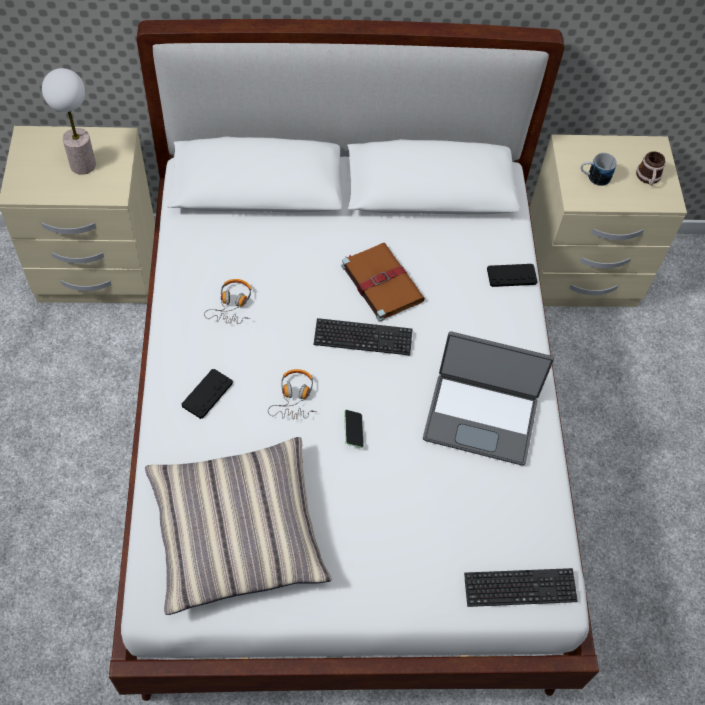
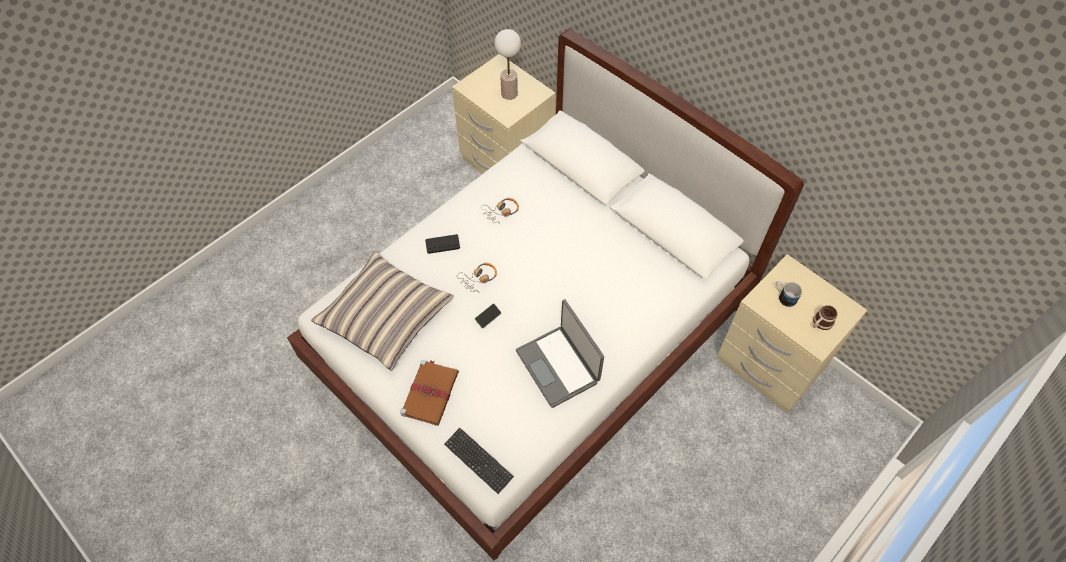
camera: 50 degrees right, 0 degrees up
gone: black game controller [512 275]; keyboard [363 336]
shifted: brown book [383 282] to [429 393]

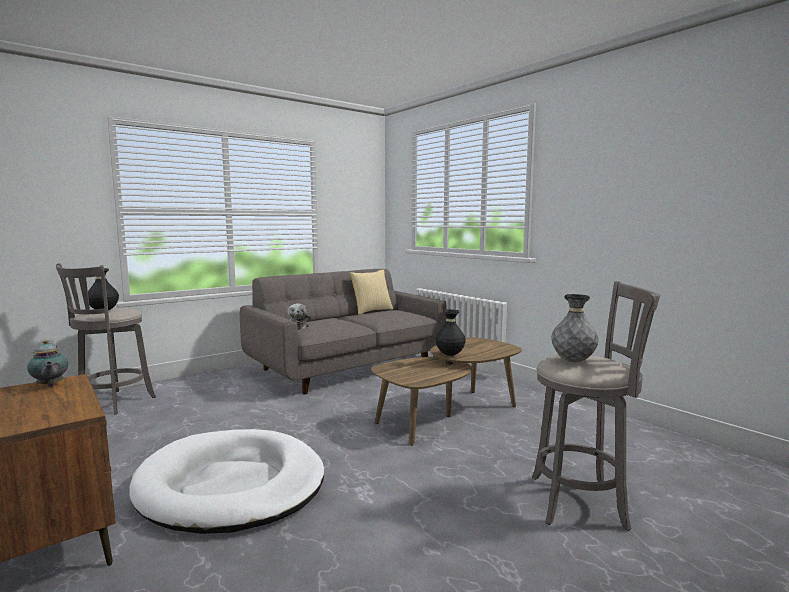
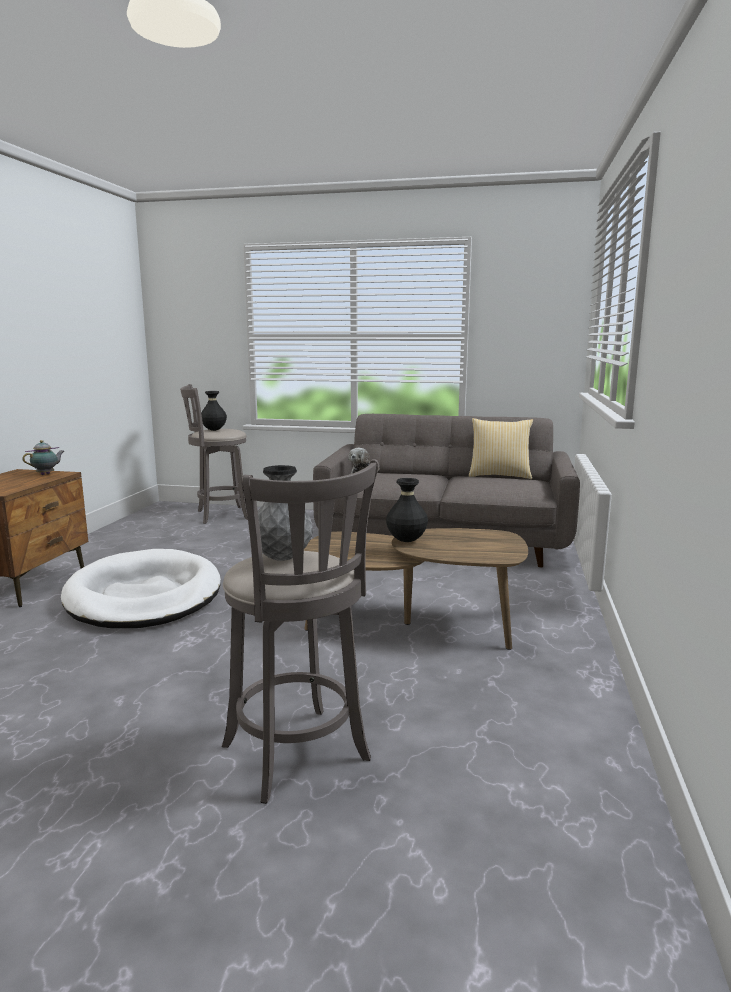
camera: 50 degrees right, 5 degrees up
rotated: teapot [47 363] = [43 457] 150 degrees counterclockwise

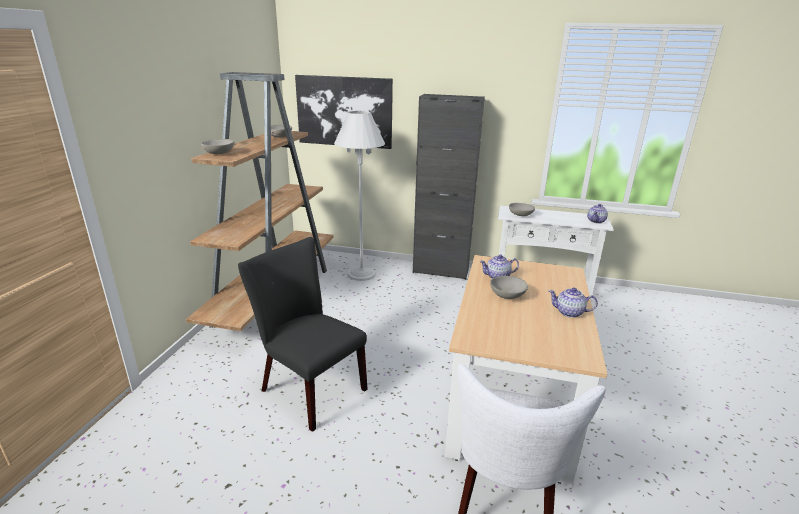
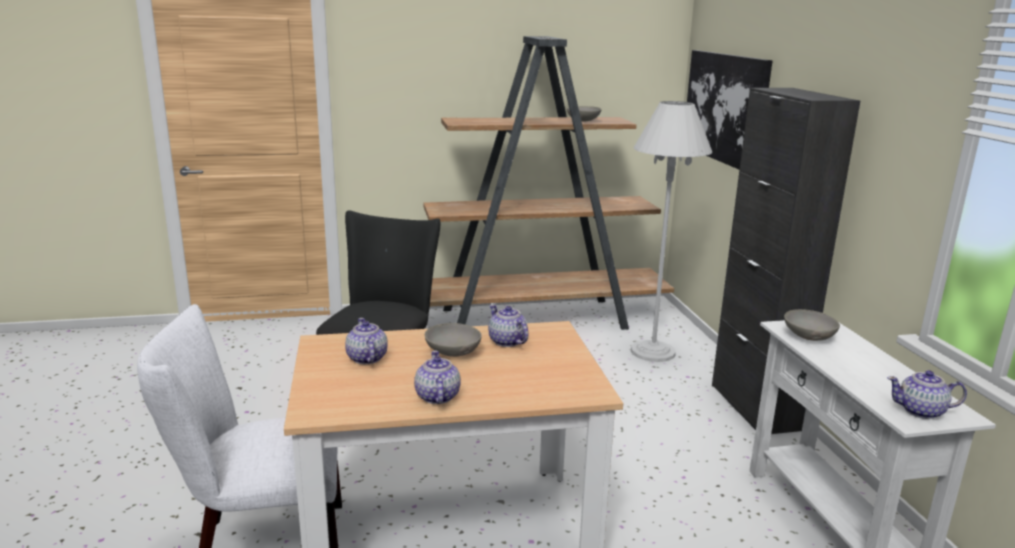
camera: 65 degrees right, 5 degrees down
gone: grey bowl [217 146]
new: teapot [366 341]

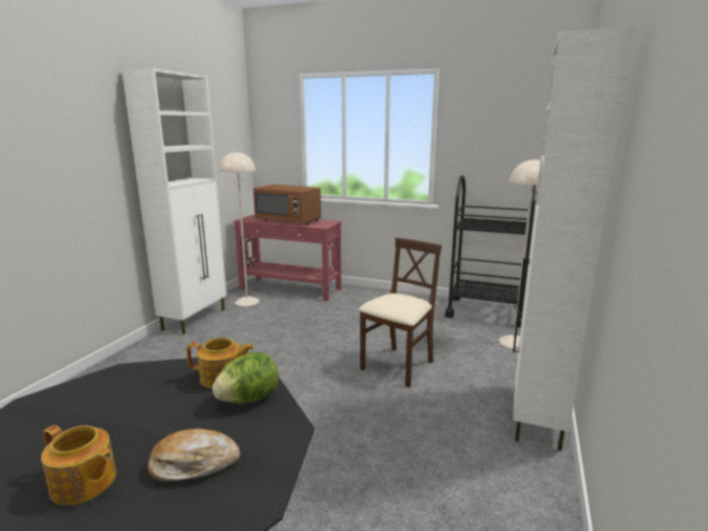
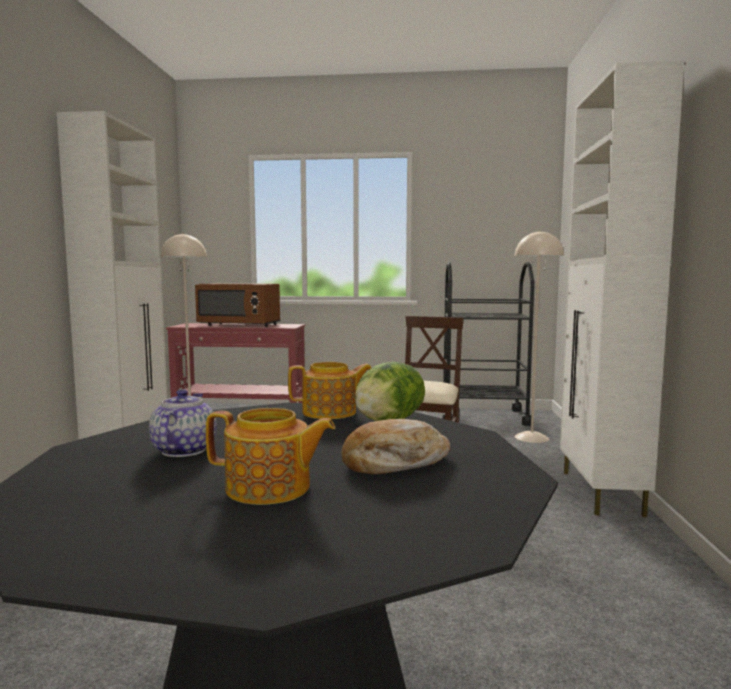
camera: 15 degrees left, 10 degrees down
new: teapot [183 423]

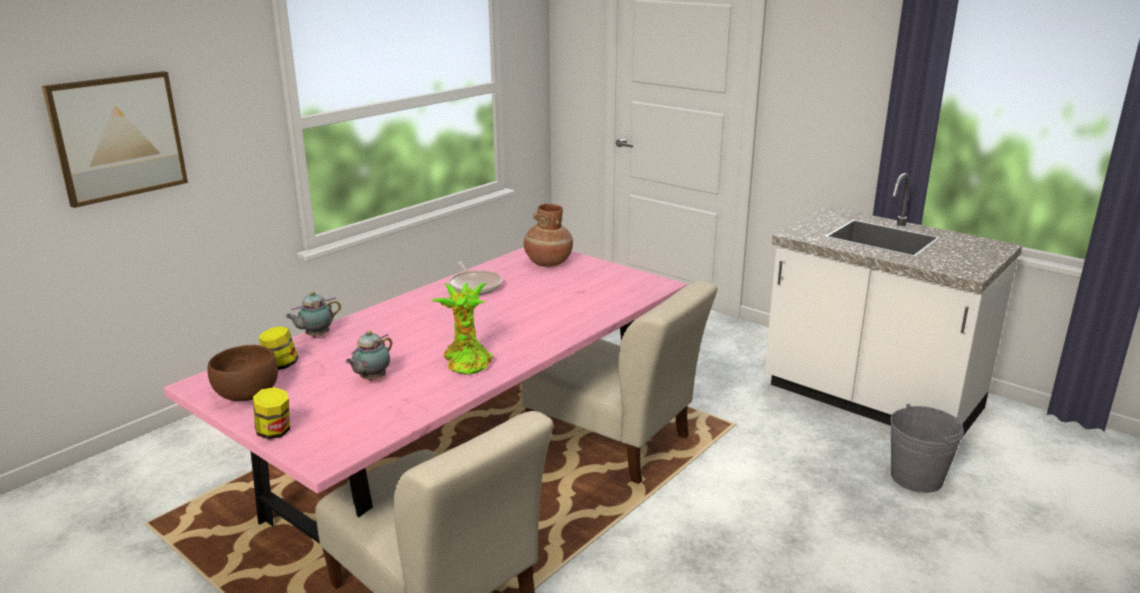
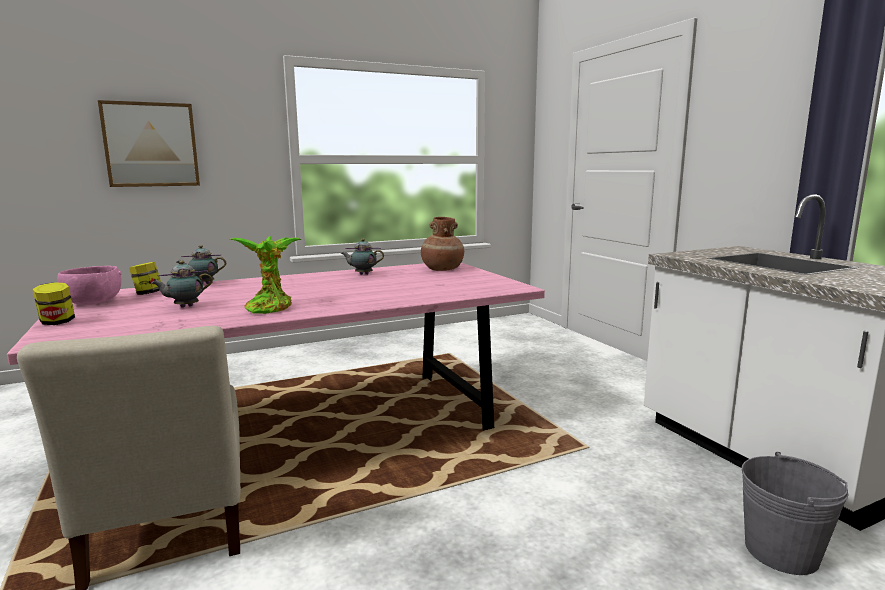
camera: 25 degrees right, 10 degrees down
gone: beige chair [619 382]
swapped: frying pan [475 278] to teapot [362 257]
repainted: brown bowl [242 373] to pink bowl [89 285]

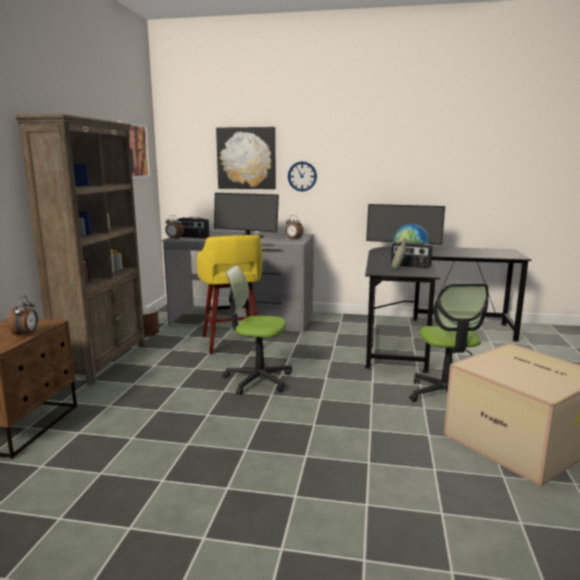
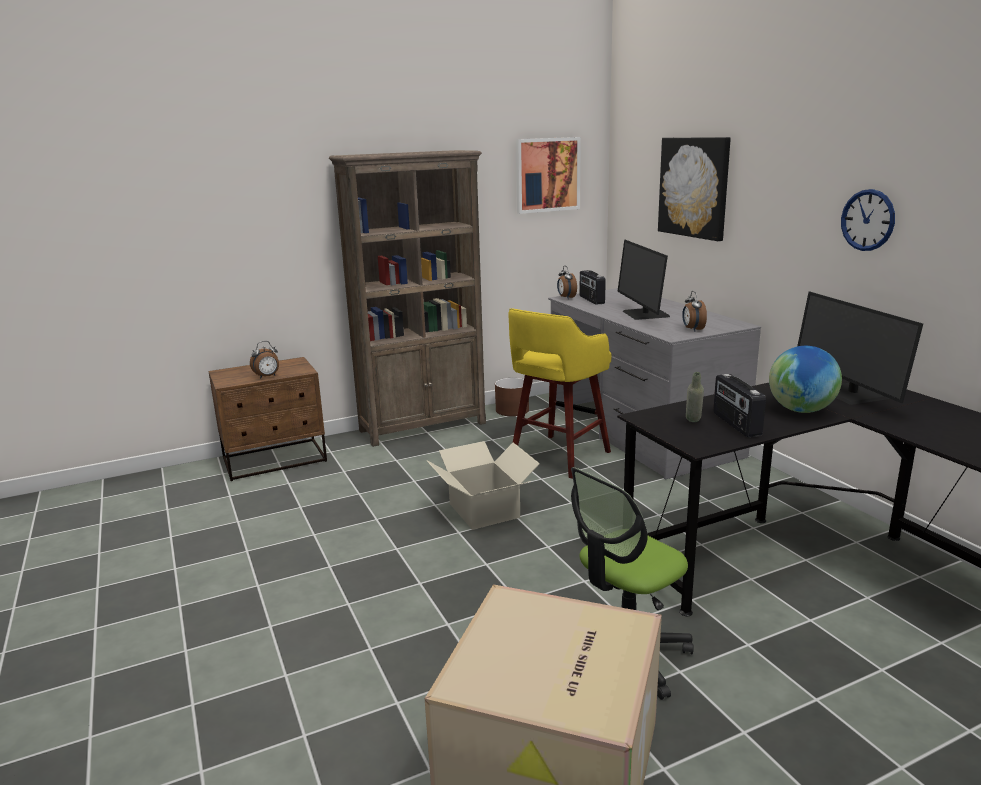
camera: 55 degrees right, 5 degrees up
shifted: wall clock [302 176] to [868 220]
swapped: office chair [257 330] to cardboard box [483 485]

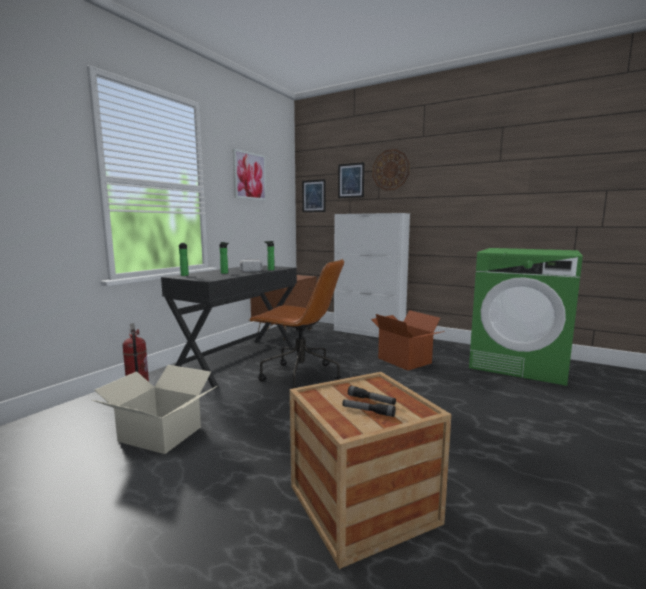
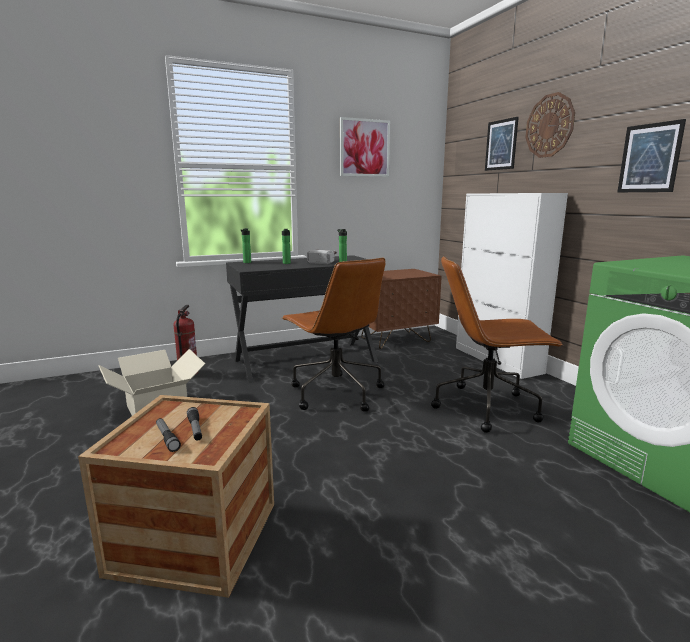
camera: 35 degrees right, 5 degrees up
shifted: picture [314 195] to [651 155]
swapped: cardboard box [408 340] to brown office chair [497 344]

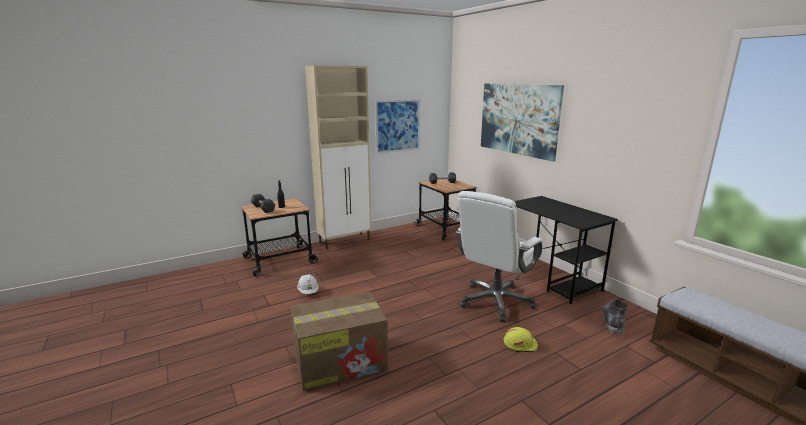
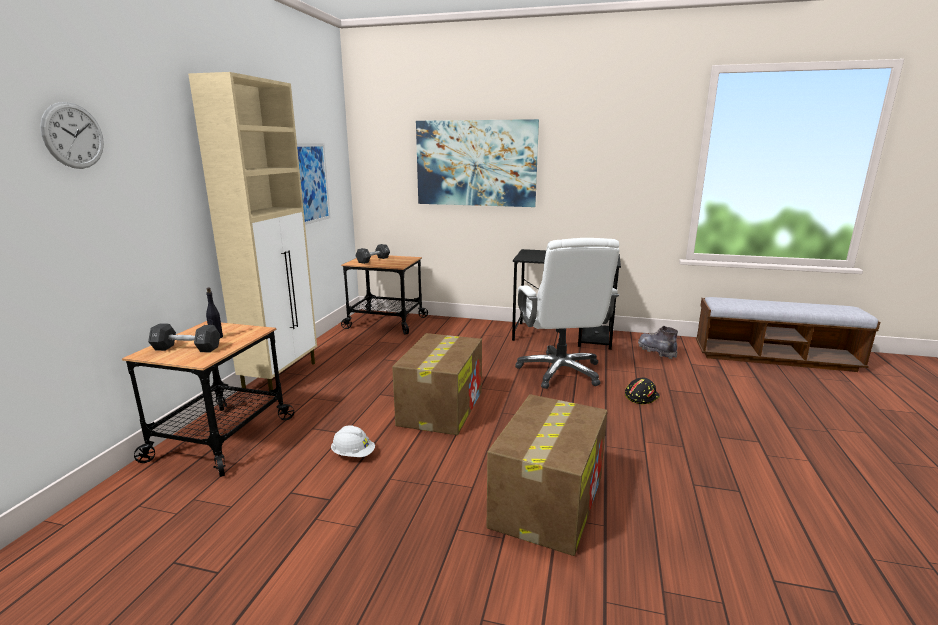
camera: 45 degrees left, 0 degrees up
new: wall clock [72 135]; cardboard box [437 384]
repainted: yellow hard hat [521 339] to black hard hat [642 390]

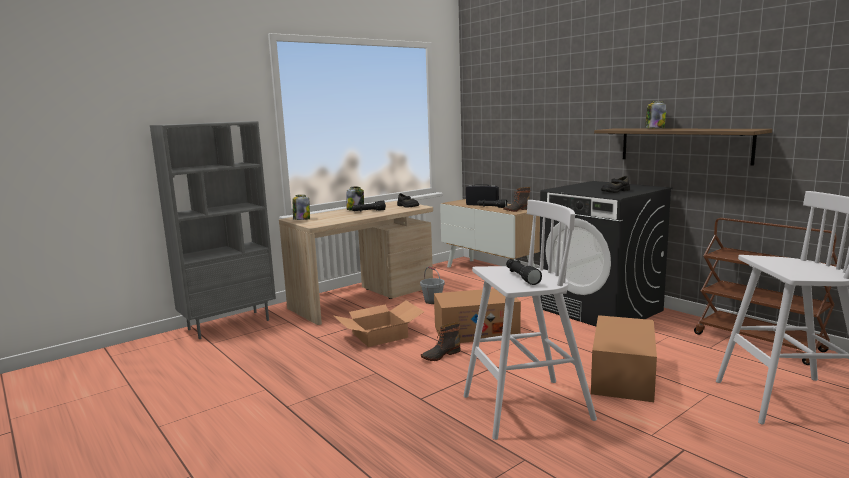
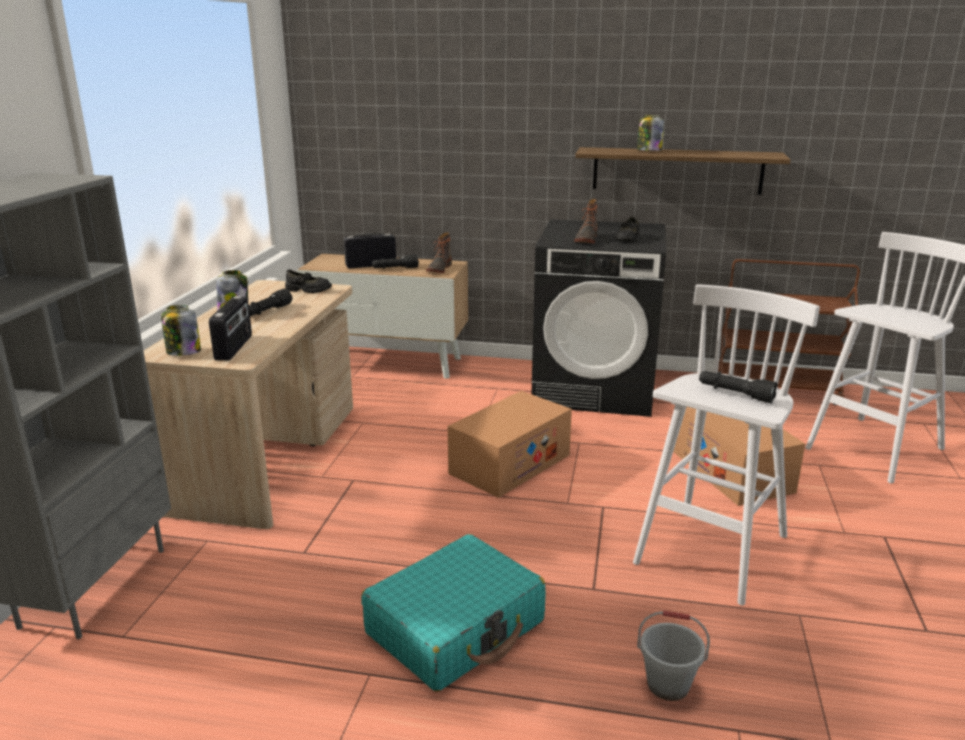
camera: 40 degrees left, 10 degrees up
gone: cardboard box [378 323]
new: radio [230 328]; turquoise suitcase [453 613]
shifted: grey bucket [432 285] to [673 655]; boot [440 341] to [585 221]

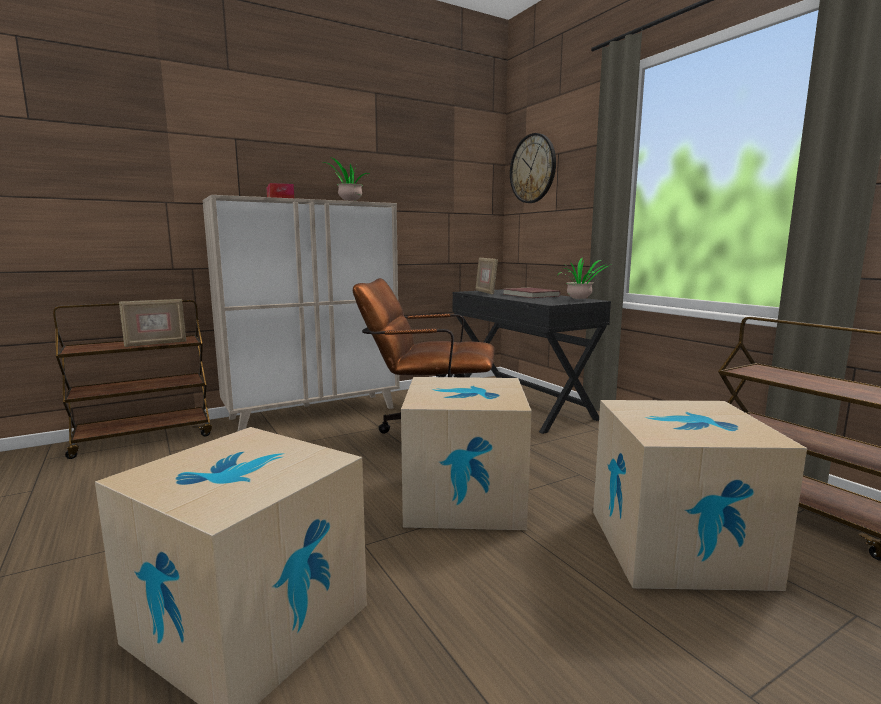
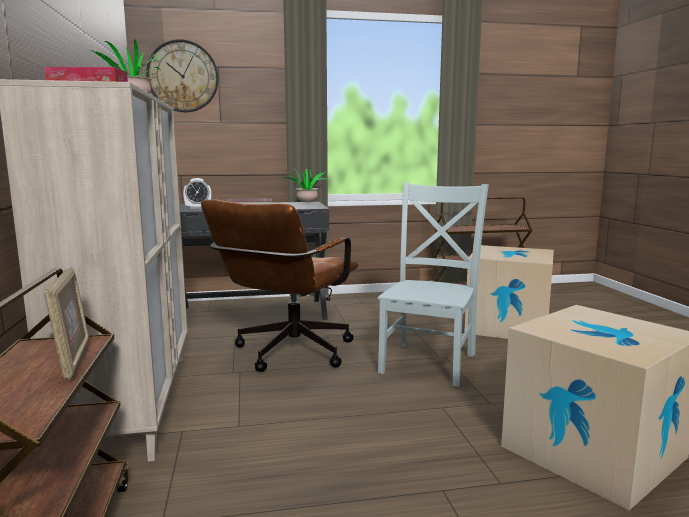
camera: 70 degrees left, 0 degrees up
swapped: picture frame [486 276] to alarm clock [197 193]; cardboard box [466 453] to grey chair [433 284]

